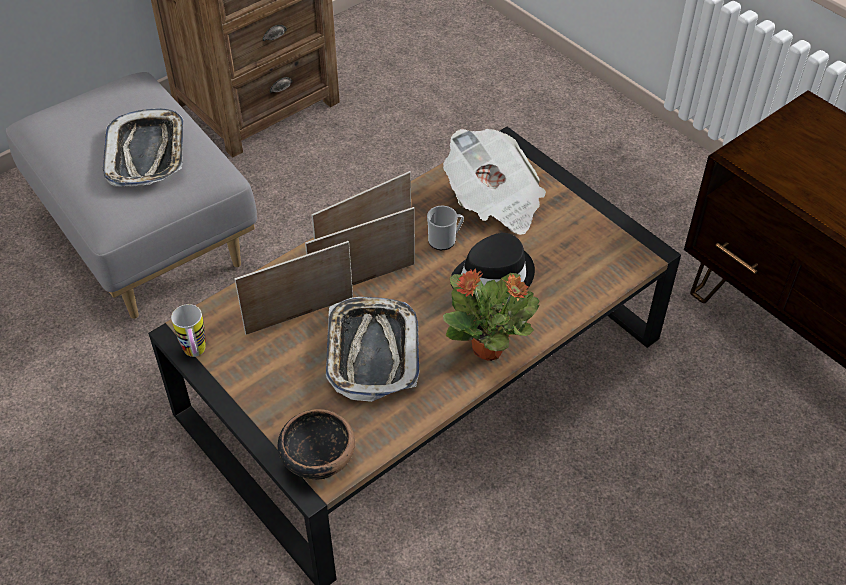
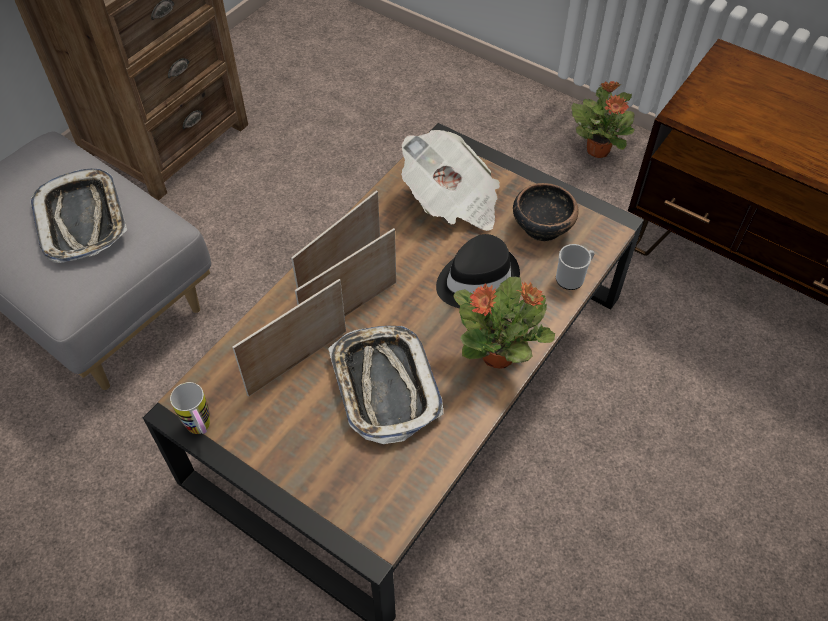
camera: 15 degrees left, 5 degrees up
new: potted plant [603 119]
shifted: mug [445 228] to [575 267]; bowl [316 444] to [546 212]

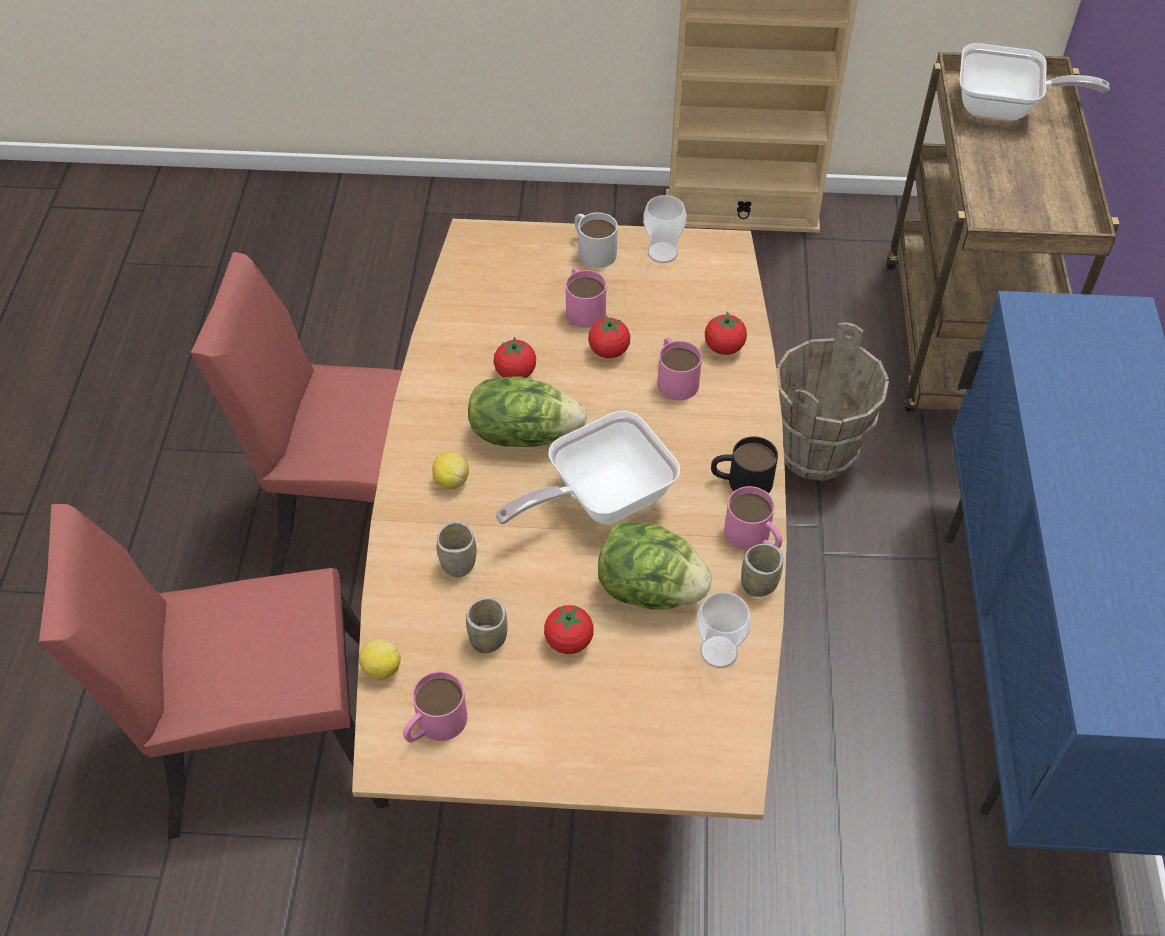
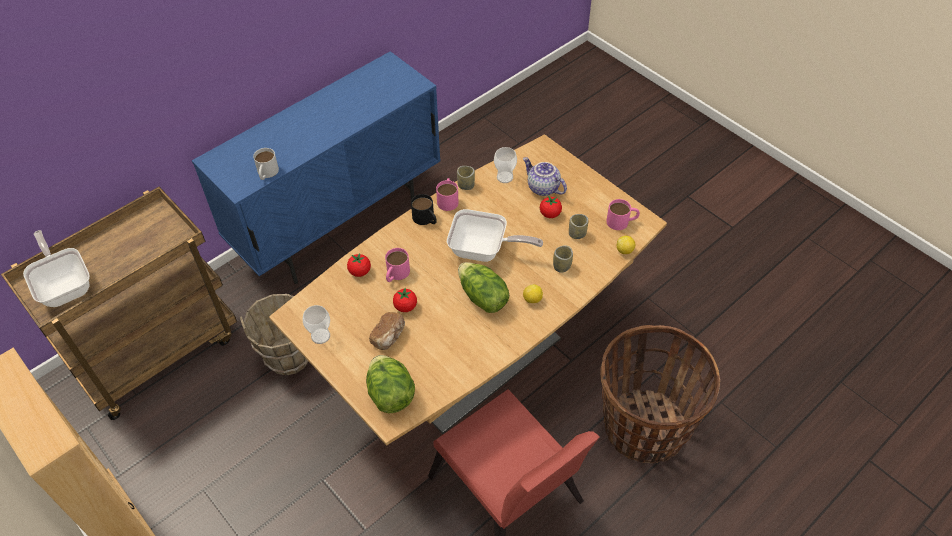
camera: 135 degrees left, 0 degrees up
gone: tomato [515 357]
new: teapot [545 176]
shifted: white mug [596 240] to [266 164]; lettuce [655 565] to [390 384]
swapped: pink mug [586 298] to bread [387 331]; red chair [214 671] to basket [660 394]

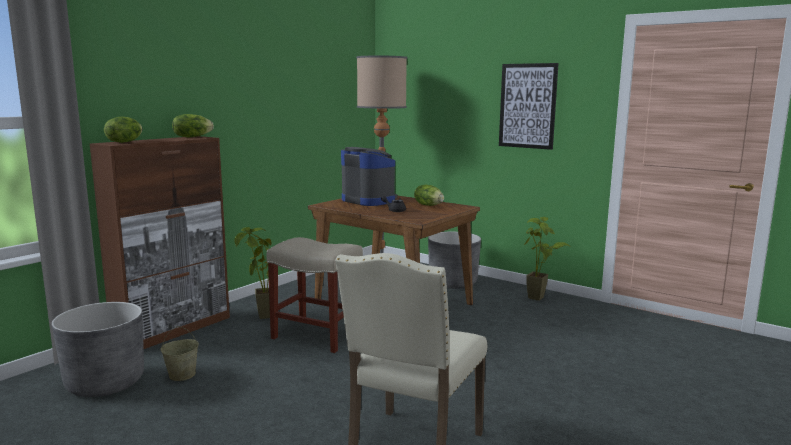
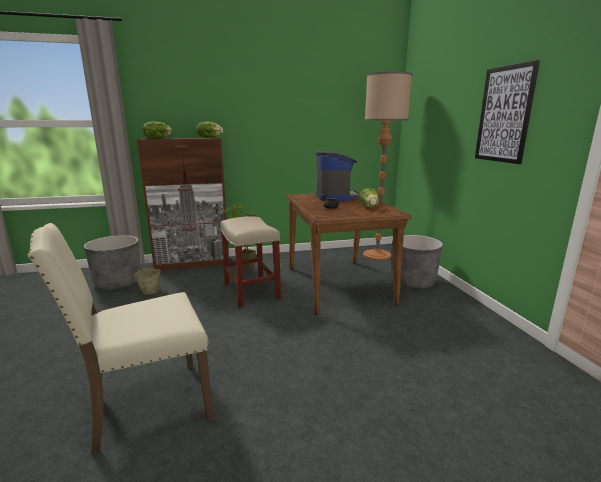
camera: 40 degrees right, 5 degrees up
gone: potted plant [547 259]

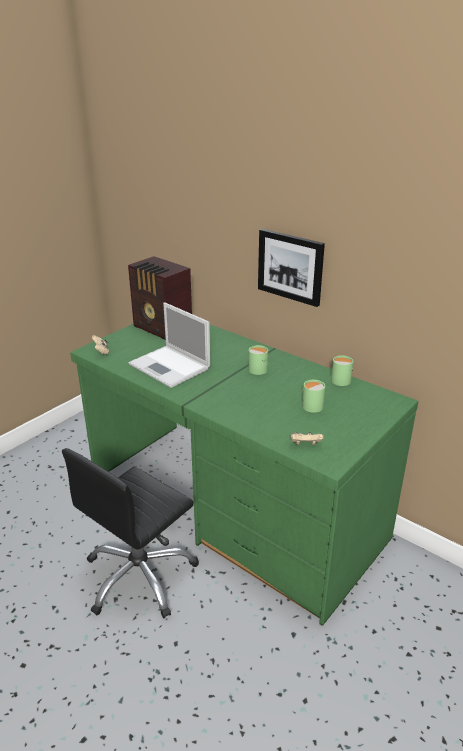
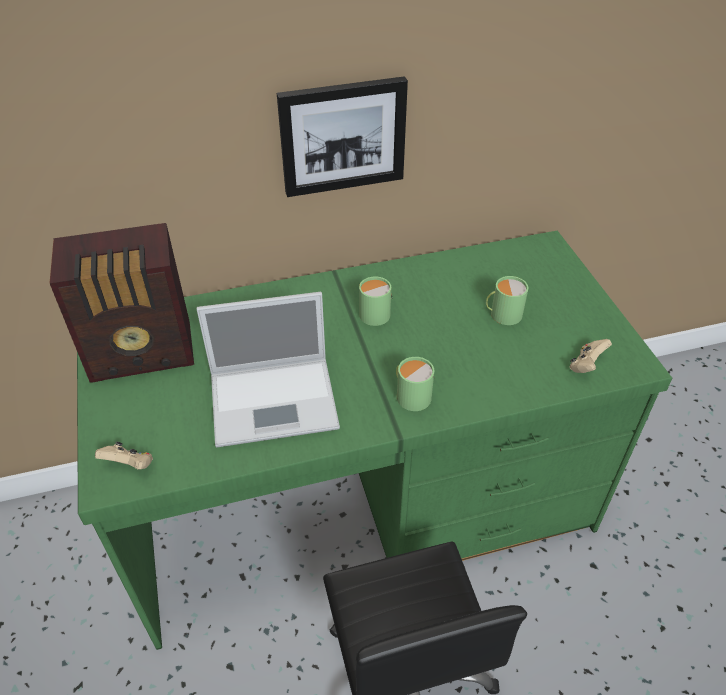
camera: 55 degrees left, 15 degrees up
shifted: green mug [342 370] to [415 384]

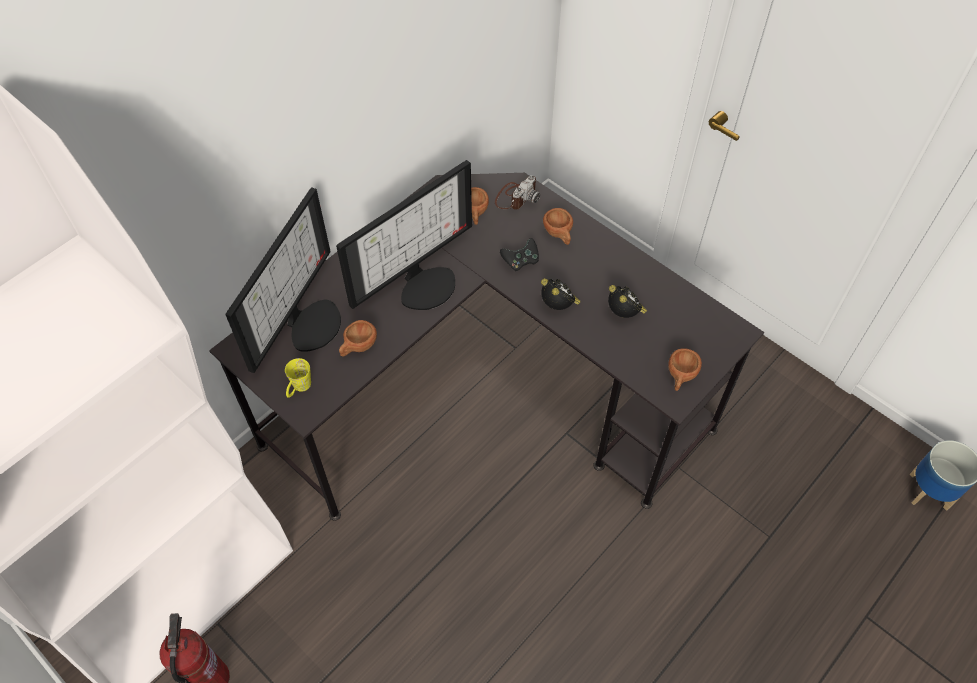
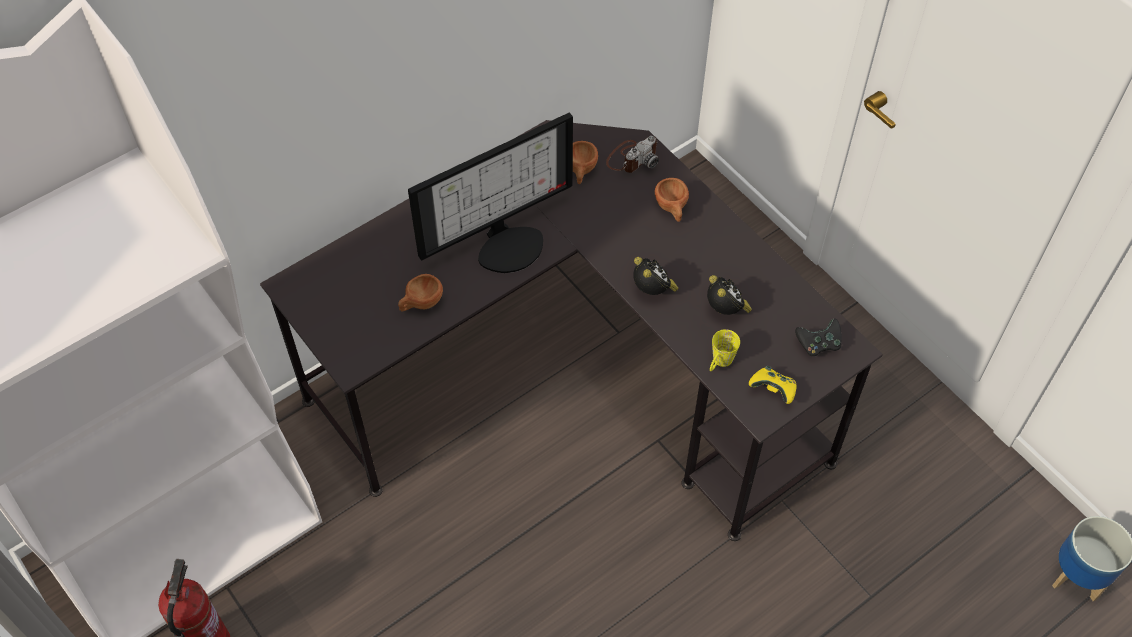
camera: 10 degrees right, 0 degrees up
gone: monitor [283 280]
shifted: black game controller [519 254] to [818 337]; yellow mug [298 378] to [725 350]
swapped: brown cup [685 369] to yellow game controller [772 385]

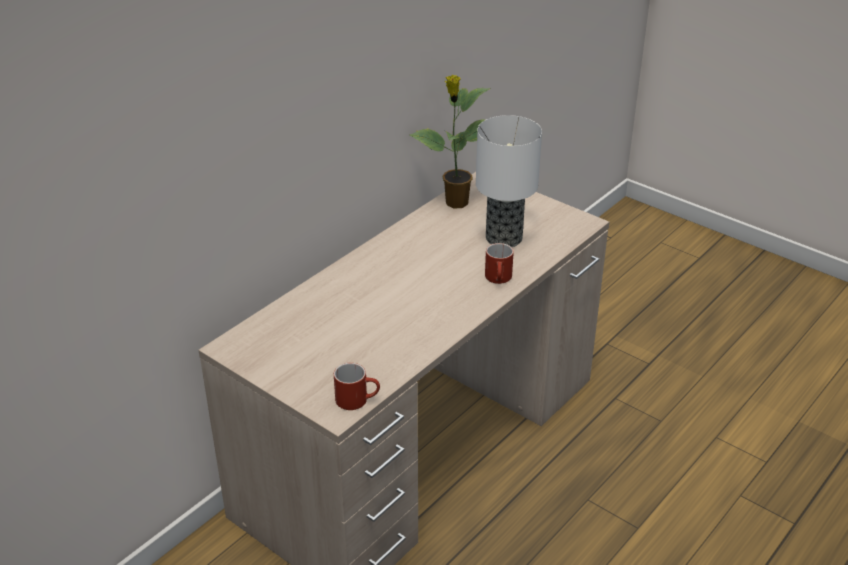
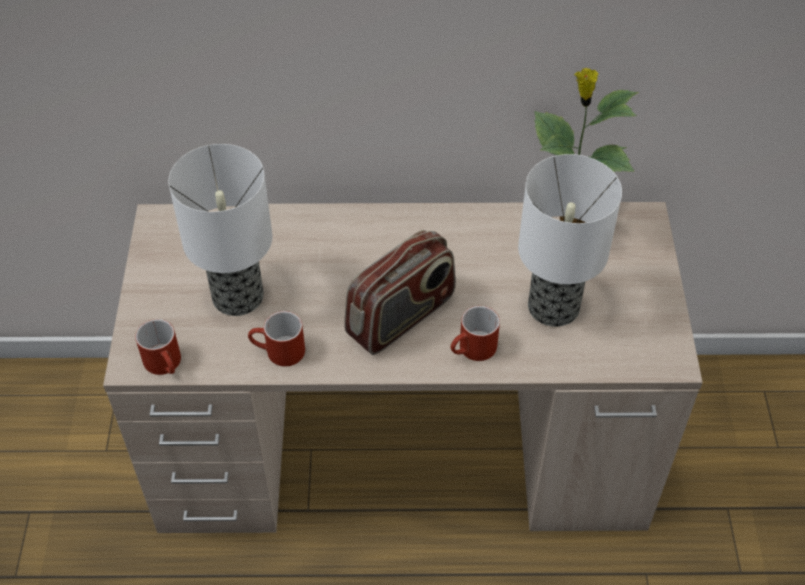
camera: 50 degrees right, 15 degrees up
new: table lamp [220 230]; radio [400 292]; red mug [276 339]

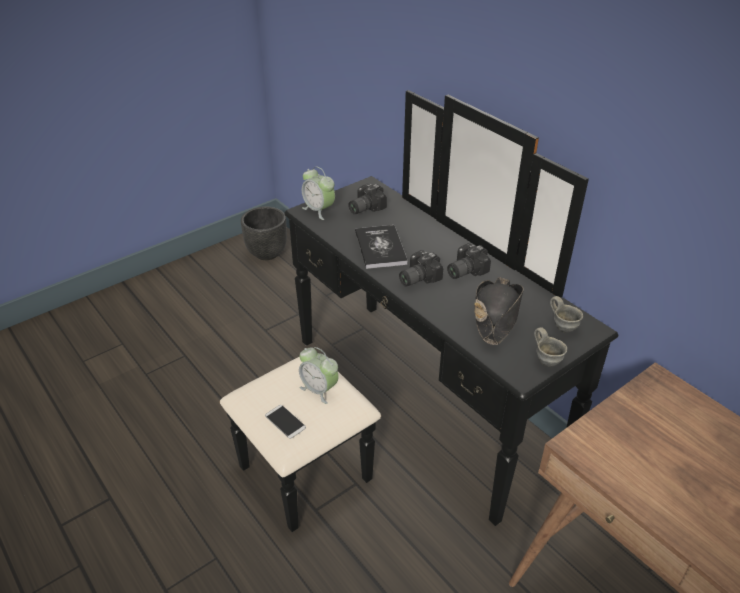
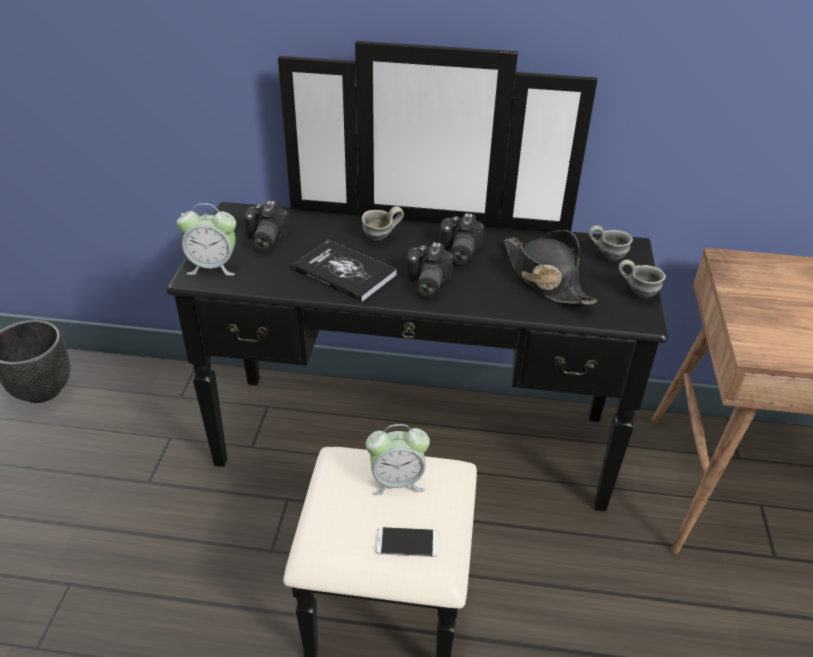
camera: 45 degrees left, 0 degrees up
new: grey mug [383 223]

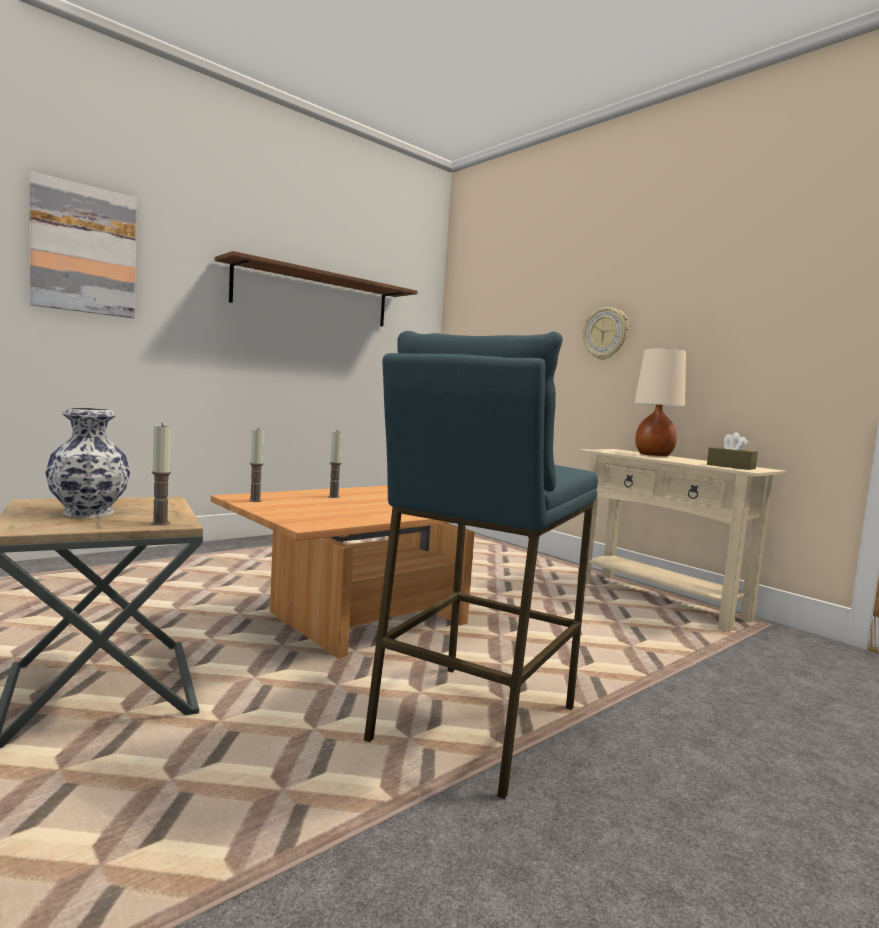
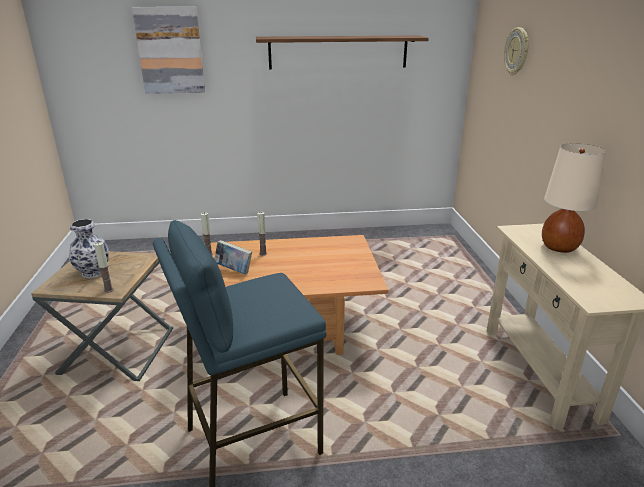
camera: 35 degrees right, 20 degrees up
gone: brown tissue box [732 451]
new: book [233 257]
shifted: wall clock [605 333] to [516 51]

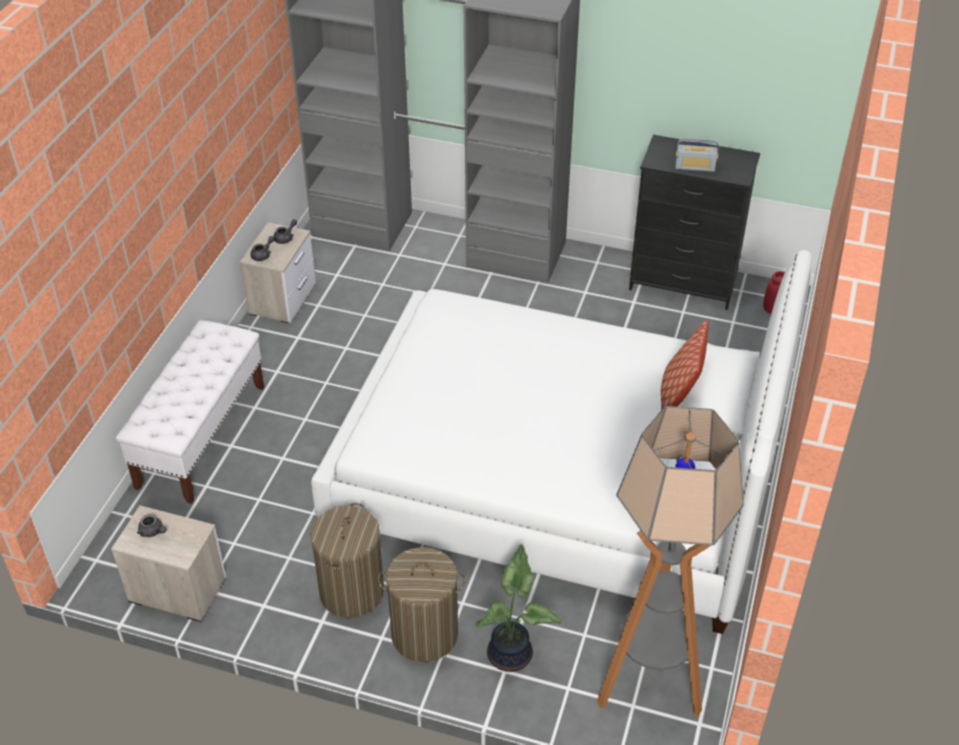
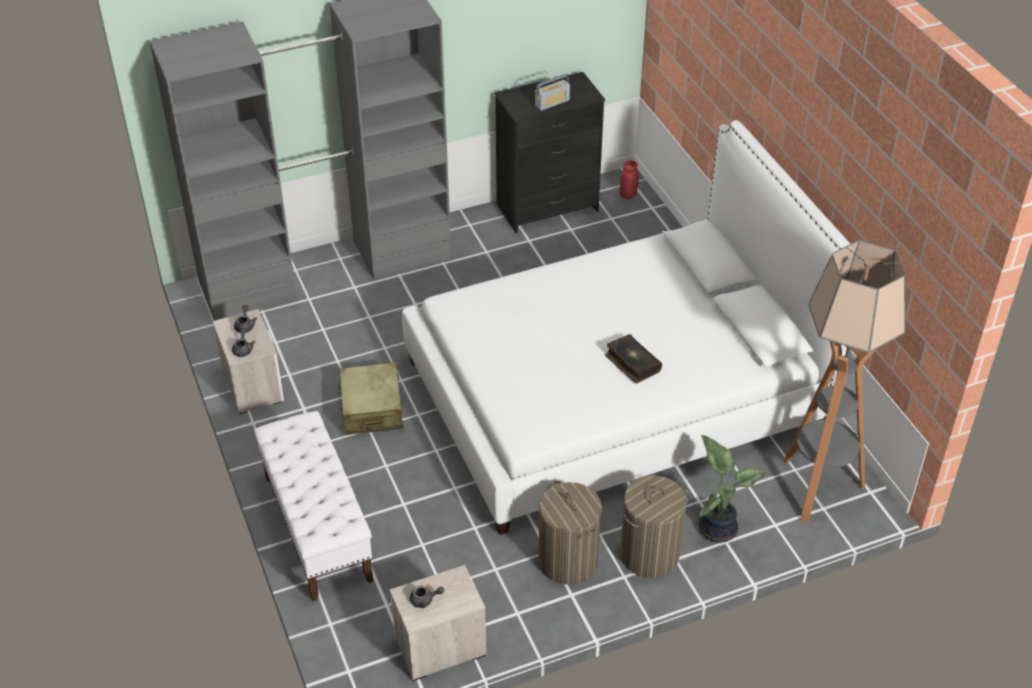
camera: 40 degrees left, 0 degrees up
gone: pillow [684 365]
new: book [633 359]; beige suitcase [370 398]

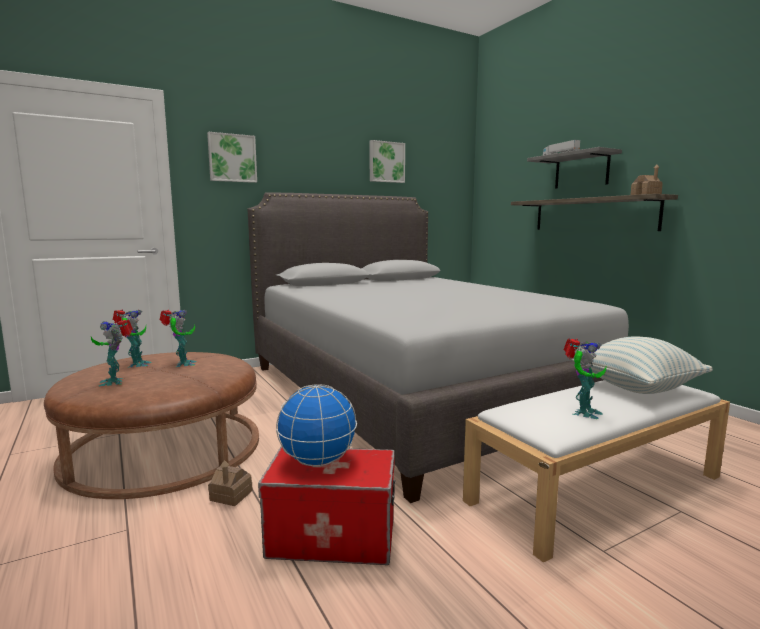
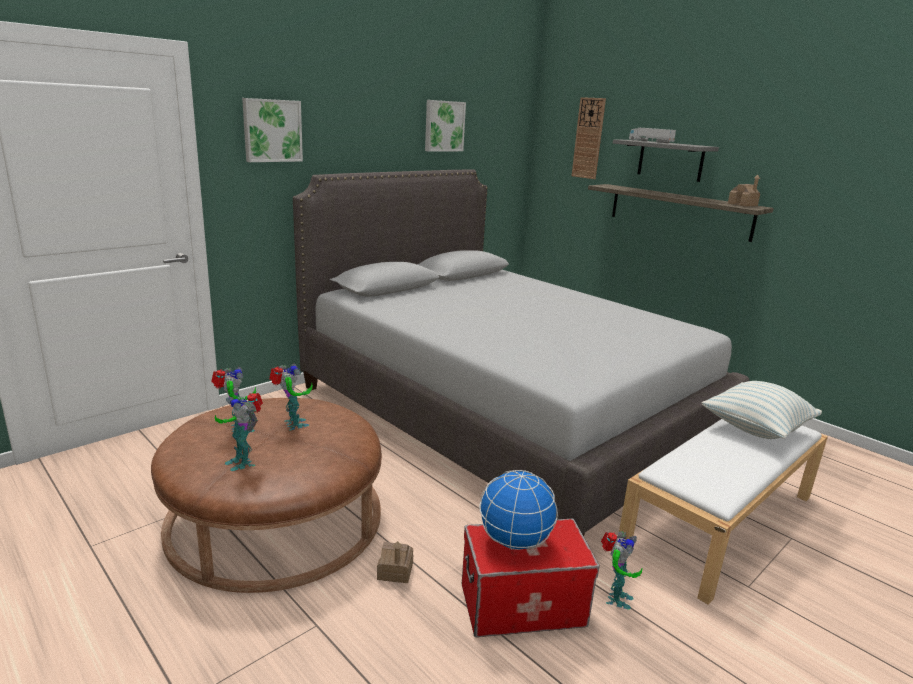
camera: 15 degrees left, 10 degrees up
new: wall clock [589 138]
shifted: toy robot [585 378] to [622 570]

